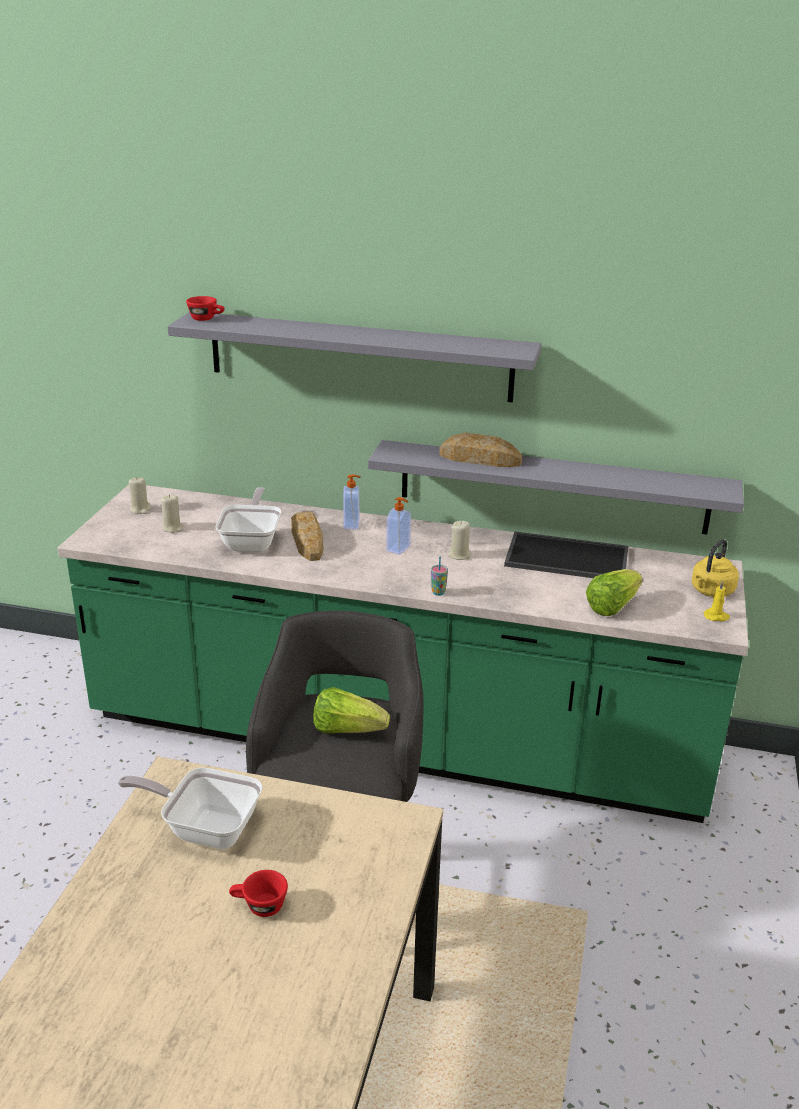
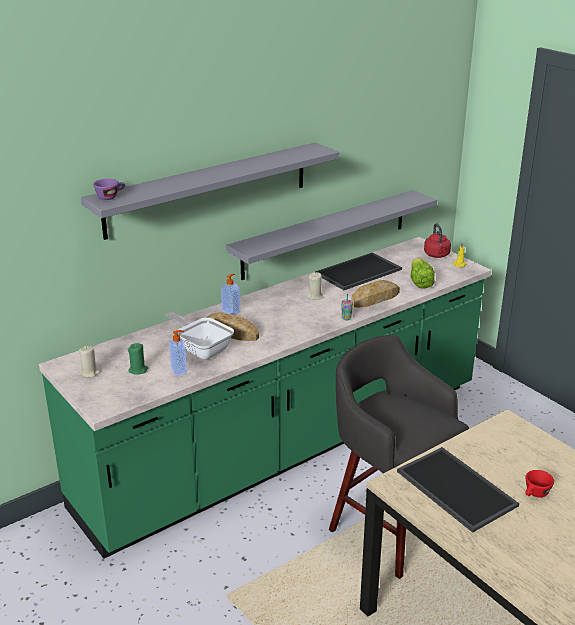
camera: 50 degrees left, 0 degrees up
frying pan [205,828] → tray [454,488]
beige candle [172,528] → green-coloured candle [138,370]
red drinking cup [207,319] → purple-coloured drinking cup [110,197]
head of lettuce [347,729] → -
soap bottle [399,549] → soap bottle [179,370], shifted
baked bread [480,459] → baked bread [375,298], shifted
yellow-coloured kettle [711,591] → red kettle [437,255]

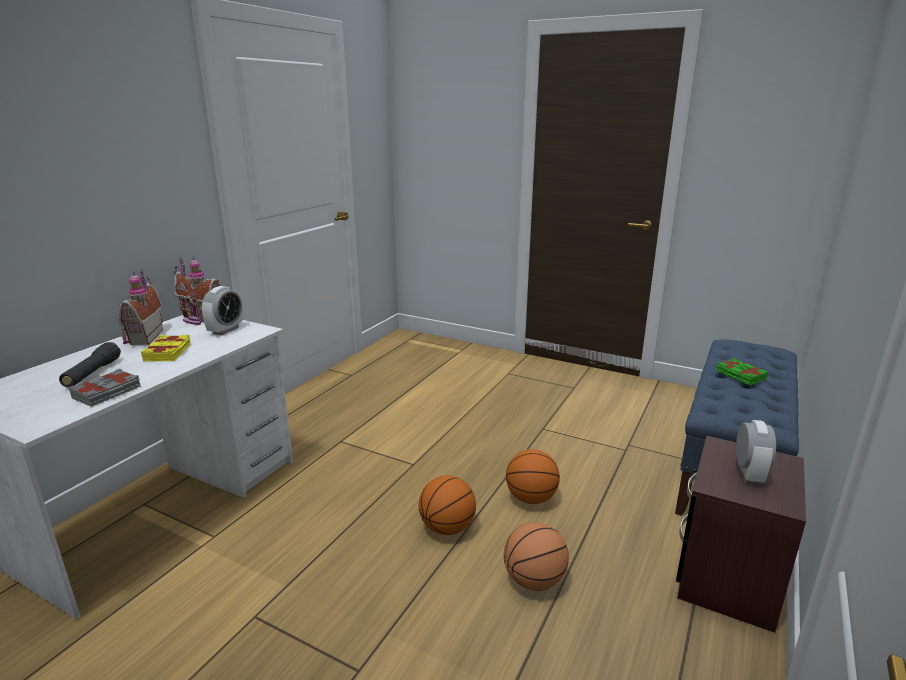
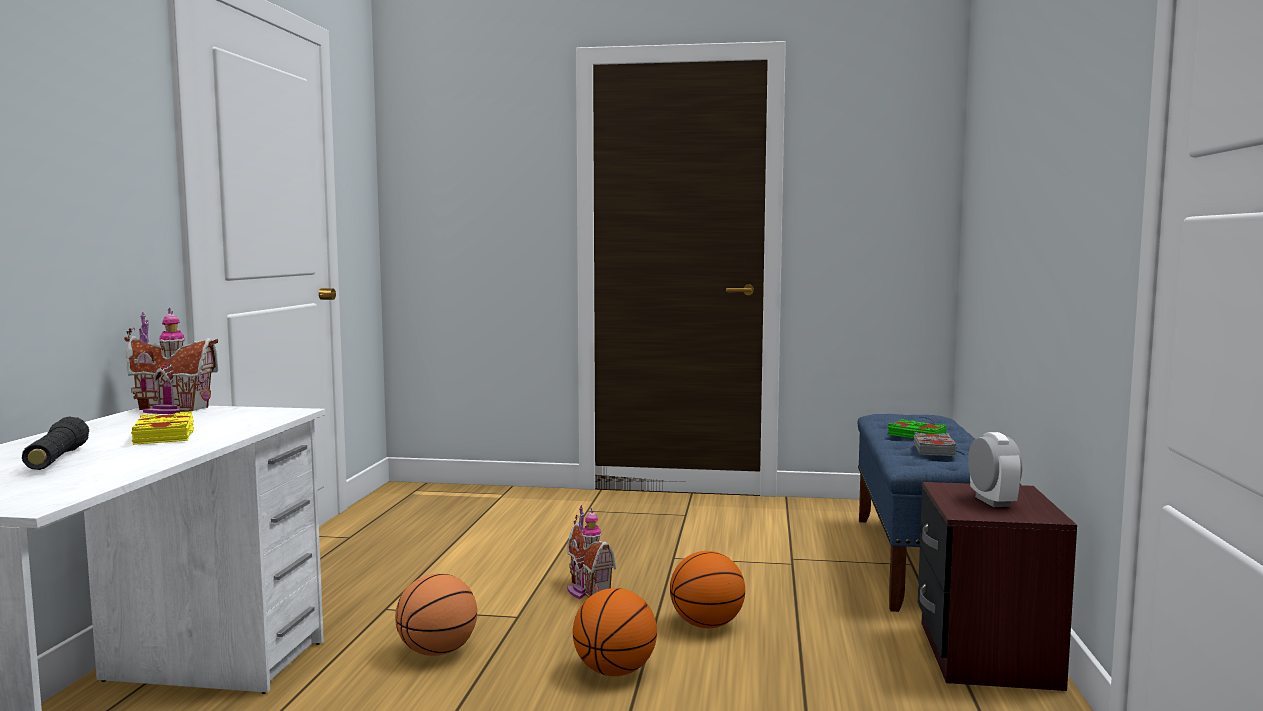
camera: 20 degrees left, 15 degrees down
gray bound book [107,392] → gray bound book [935,450], shifted
miniature house [142,338] → miniature house [586,590], shifted
table clock [225,330] → -
basketball ball [534,580] → basketball ball [437,652], shifted

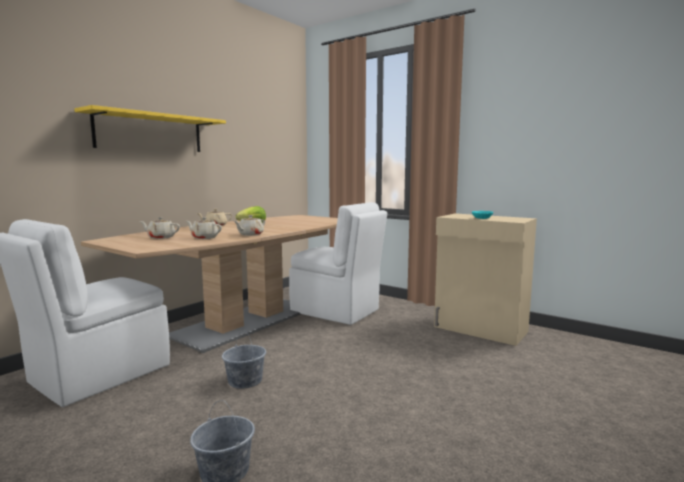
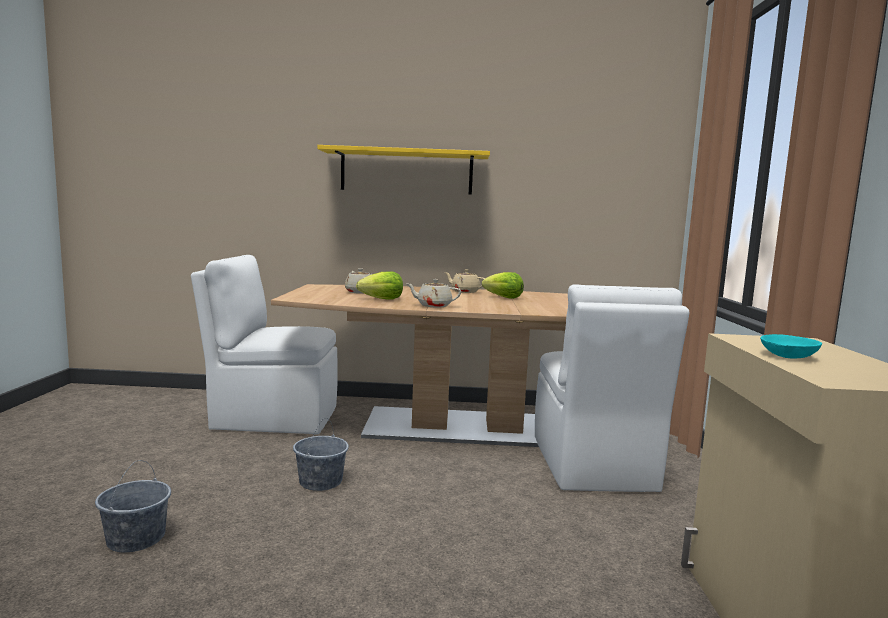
camera: 55 degrees right, 0 degrees up
beige tea pot [204,238] → head of lettuce [382,299]

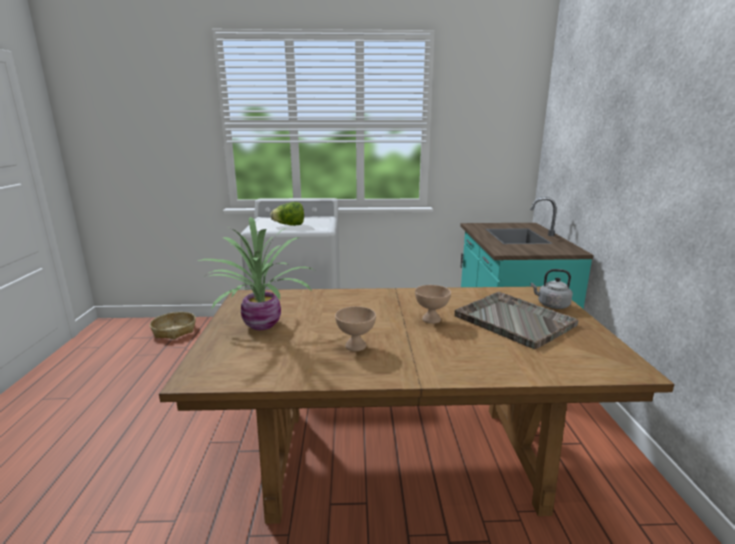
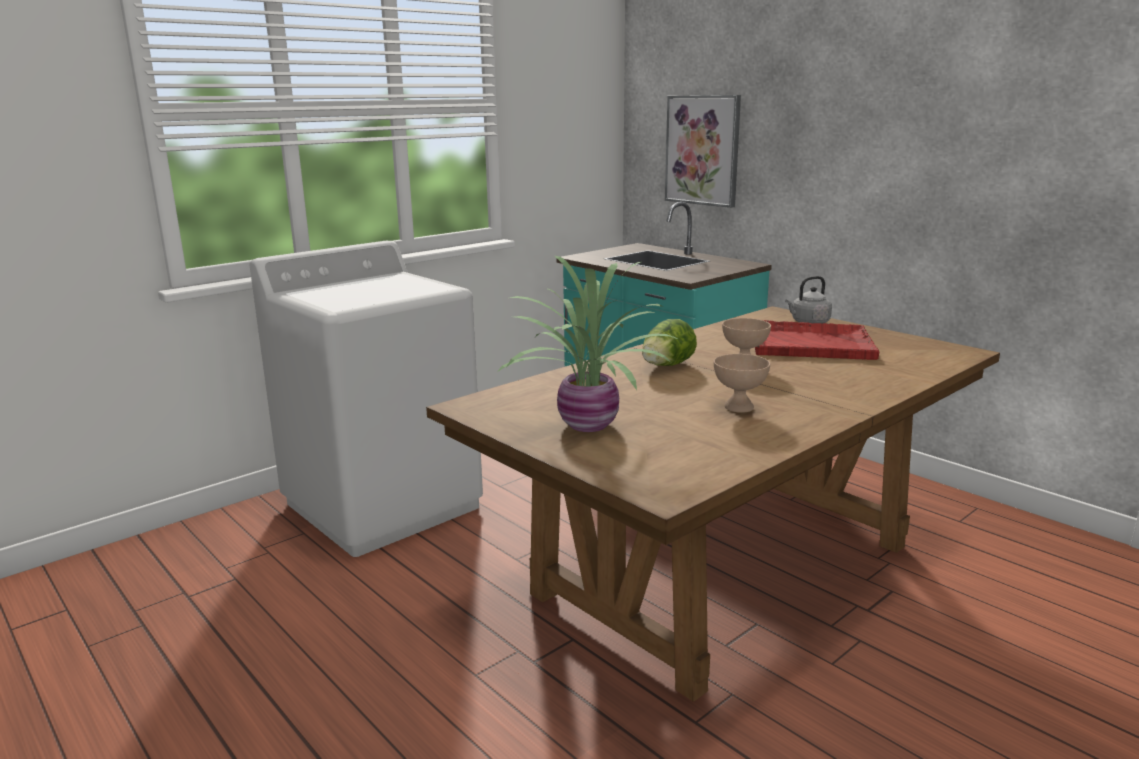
camera: 40 degrees left, 0 degrees up
household basket [174,331] → -
head of lettuce [289,225] → head of lettuce [666,366], shifted
gray tray [513,320] → red tray [809,343]
- → wall picture [703,150]

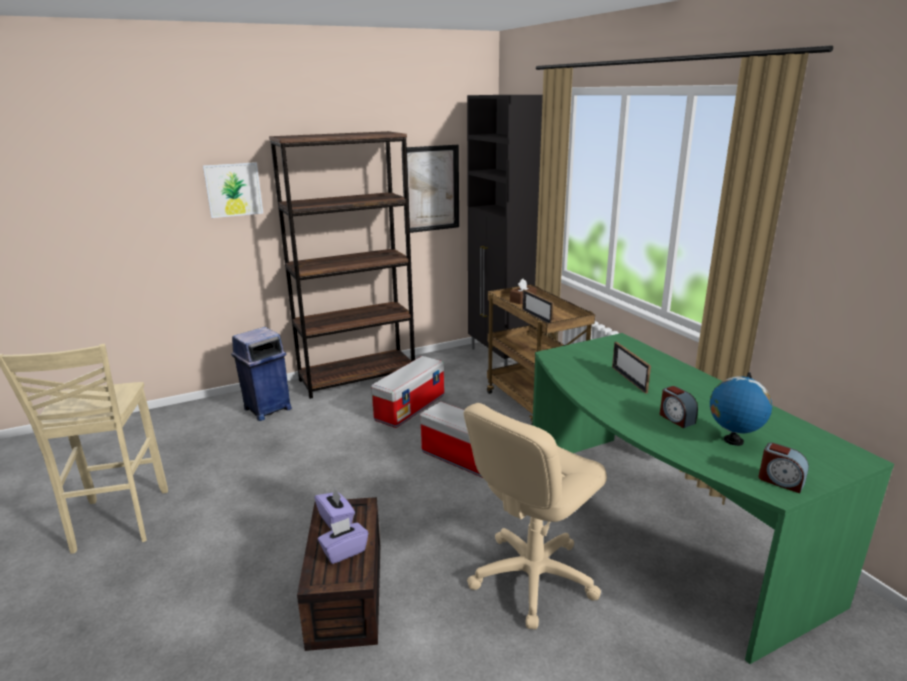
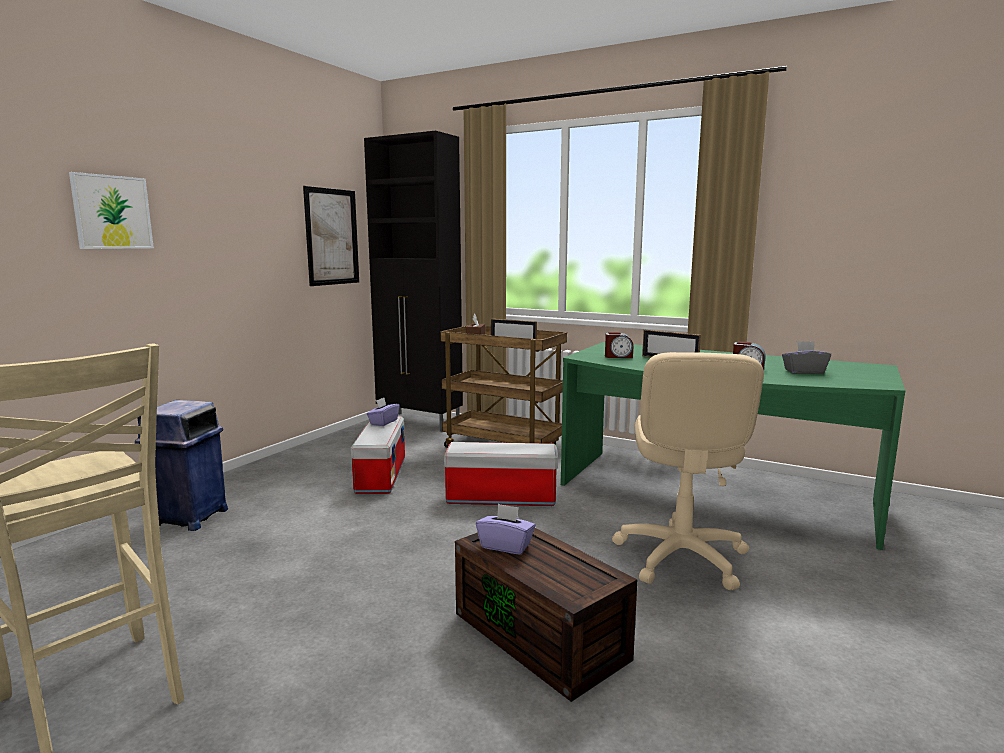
camera: 35 degrees left, 10 degrees down
brownish shelving unit [358,377] → -
purple-coloured tissue holder [344,551] → purple-coloured tissue holder [383,422], shifted
globe [733,441] → gray tissue holder [804,371]
table clock [780,481] → table clock [618,356], shifted

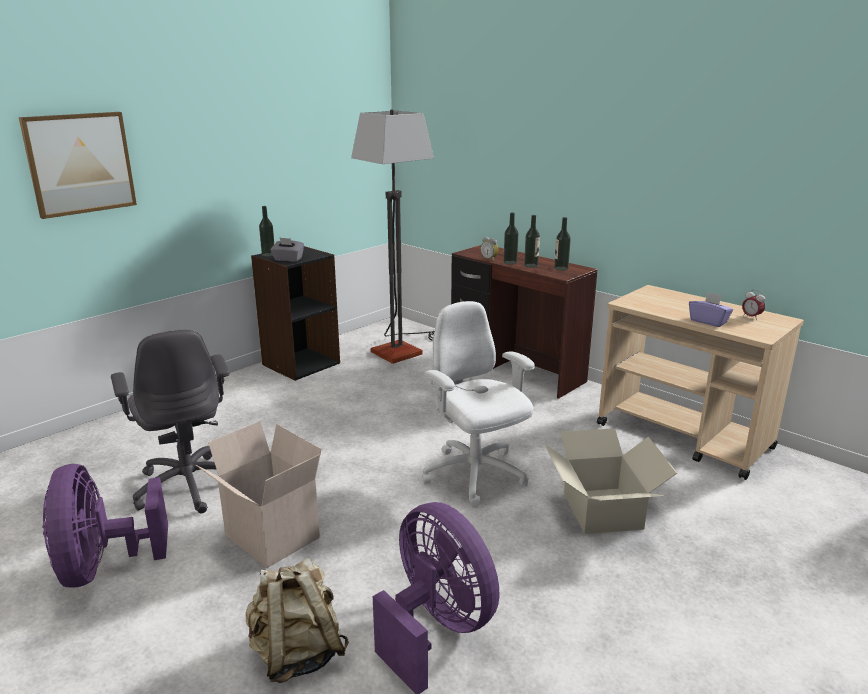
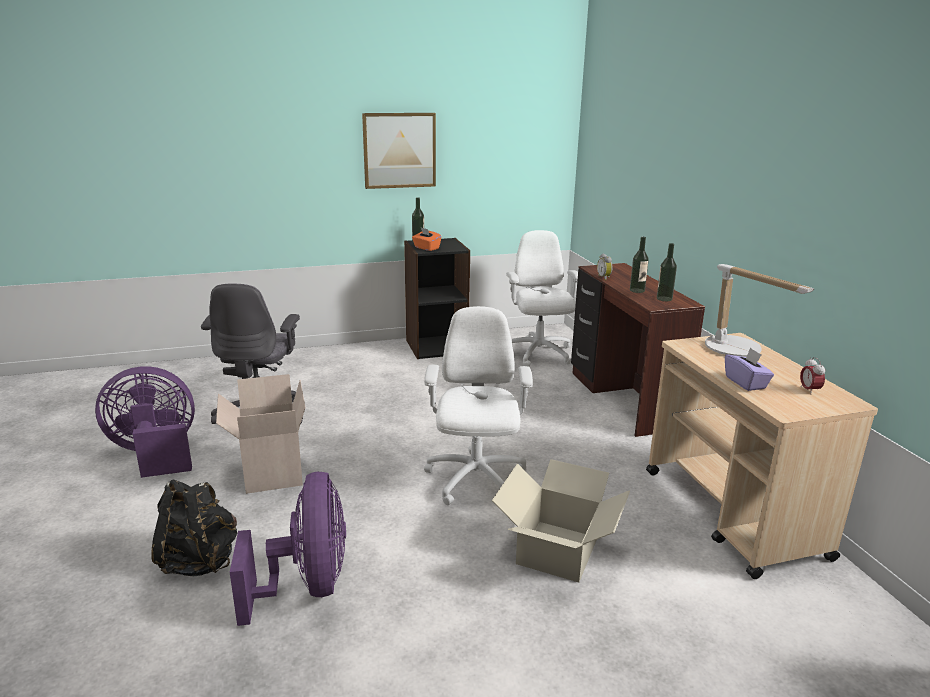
camera: 30 degrees right, 0 degrees up
wall picture [80,163] → wall picture [399,150], shifted
purple-coloured cooling fan [103,567] → purple-coloured cooling fan [155,454], 60 degrees clockwise
beige rucksack [297,654] → black-coloured rucksack [199,560]
gray tissue holder [288,259] → orange-coloured tissue holder [426,248]
standing lamp [404,348] → whitish desk chair [538,354]
drink bottle [510,262] → -
- → tabletop lamp [738,351]

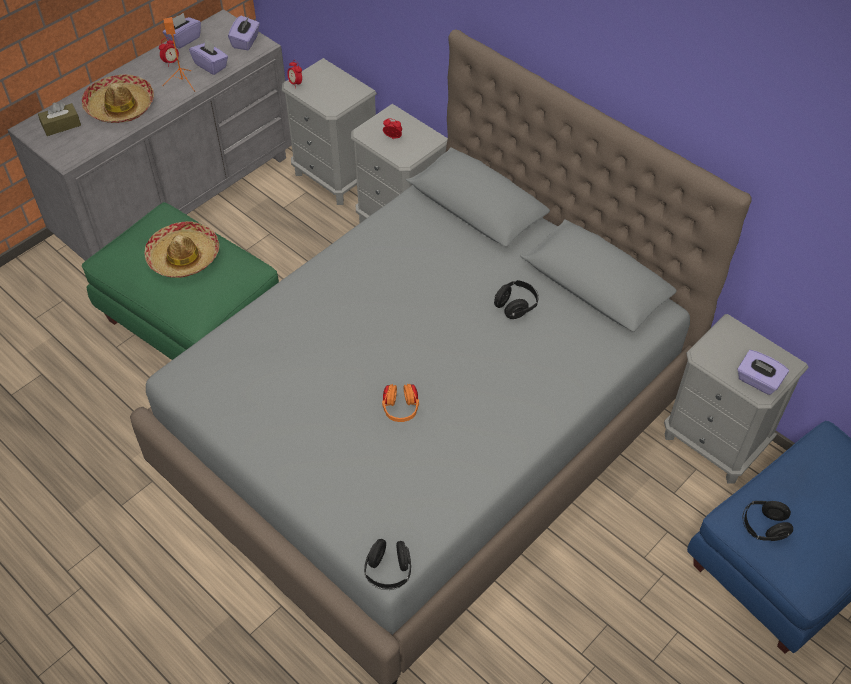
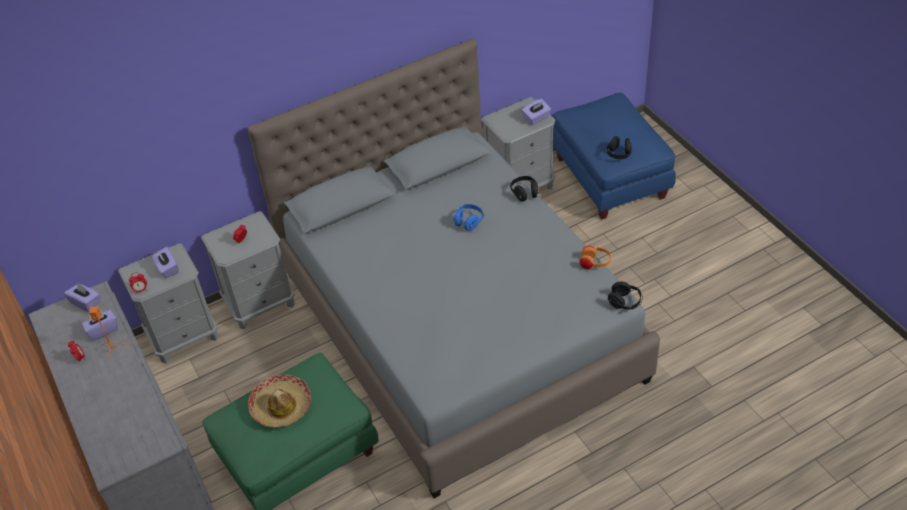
camera: 70 degrees left, 5 degrees down
brownish tissue holder [61,125] → -
hat [120,106] → -
purple-coloured tissue holder [184,39] → purple-coloured tissue holder [167,269], shifted
orange-coloured headphones [400,409] → orange-coloured headphones [594,263], shifted
black-coloured headphones [516,306] → black-coloured headphones [524,193], shifted
- → blue headphones [469,222]

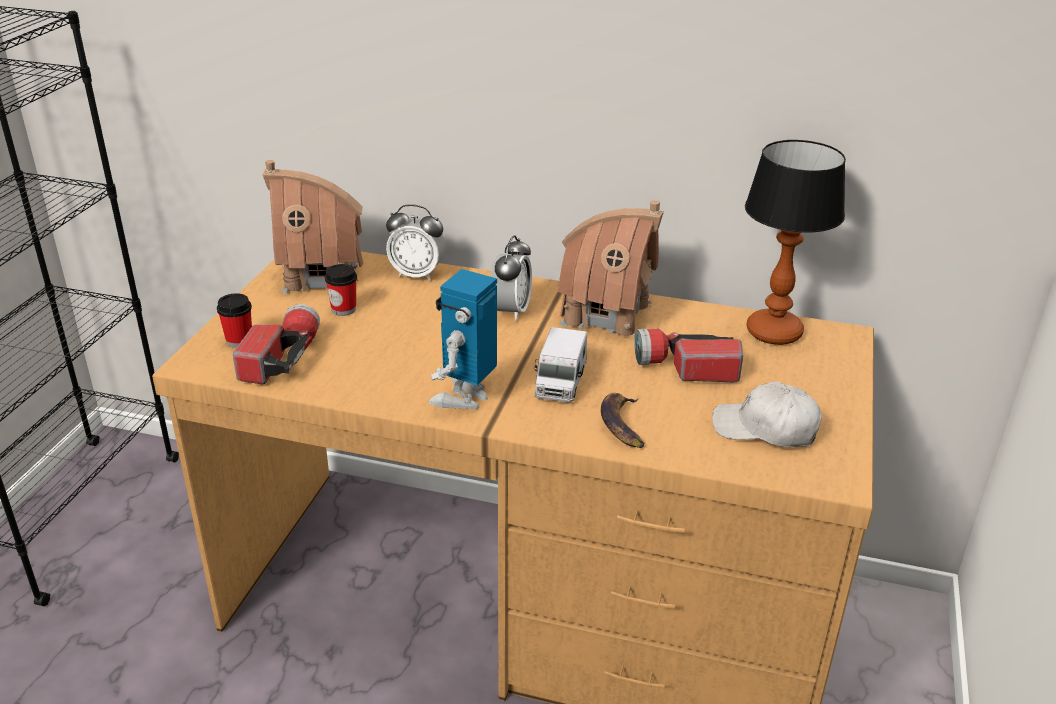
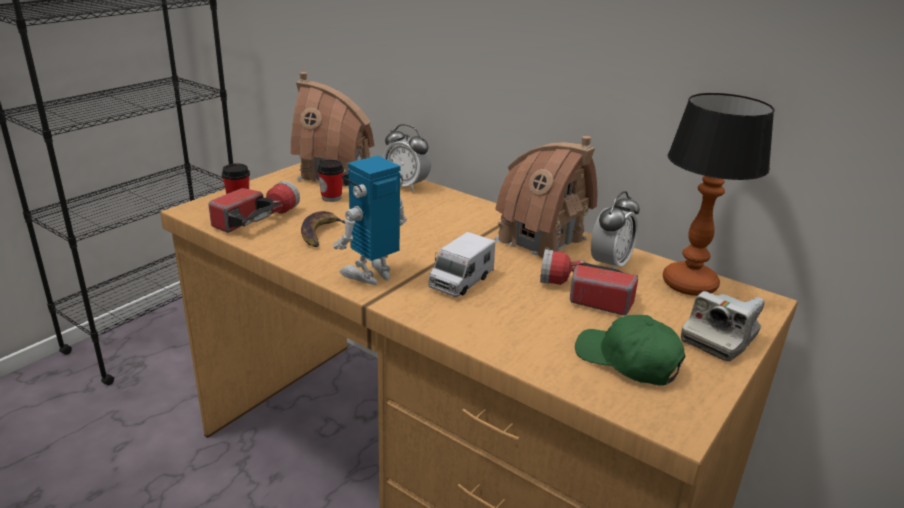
camera: 20 degrees right, 5 degrees down
table clock [511,311] → table clock [610,264], shifted
banana [622,424] → banana [321,233], shifted
whitish baseball cap [765,429] → green-coloured baseball cap [628,361]
- → still camera [719,338]

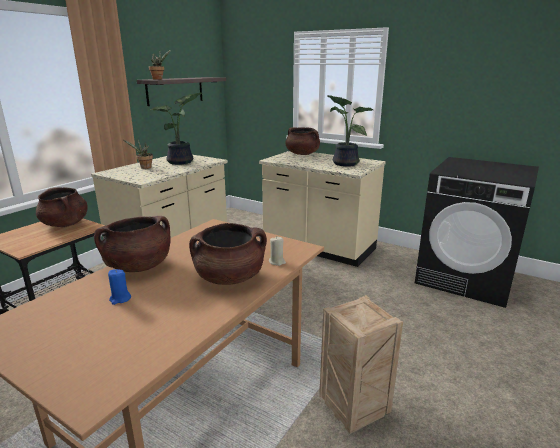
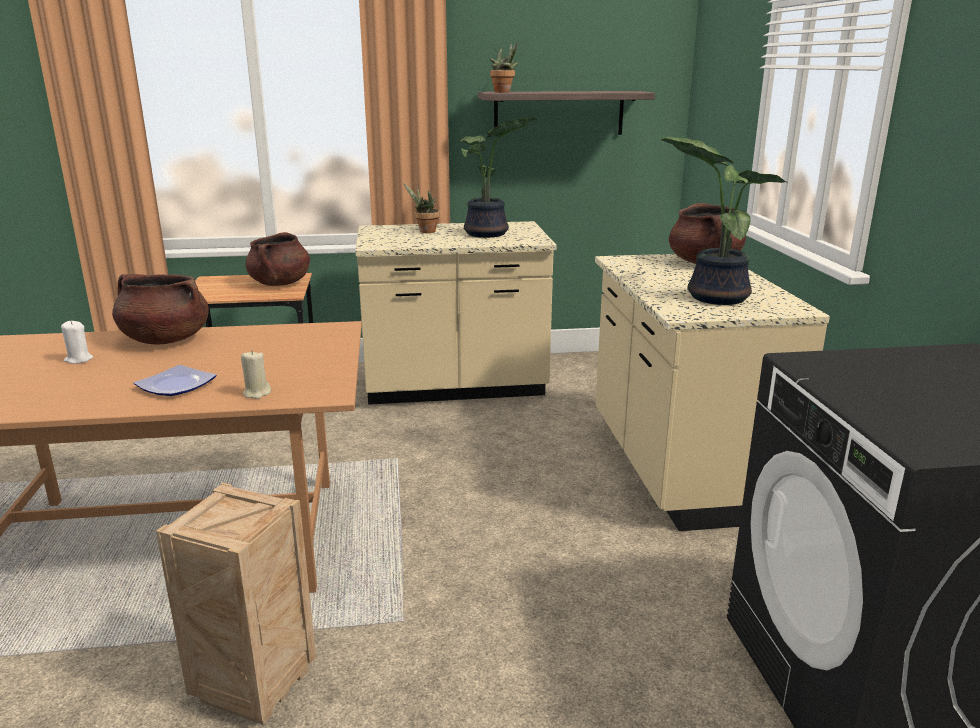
camera: 50 degrees right, 0 degrees up
blue candle [120,299] → whitish candle [78,360]
brownish stockpot [230,278] → dinner plate [178,385]

